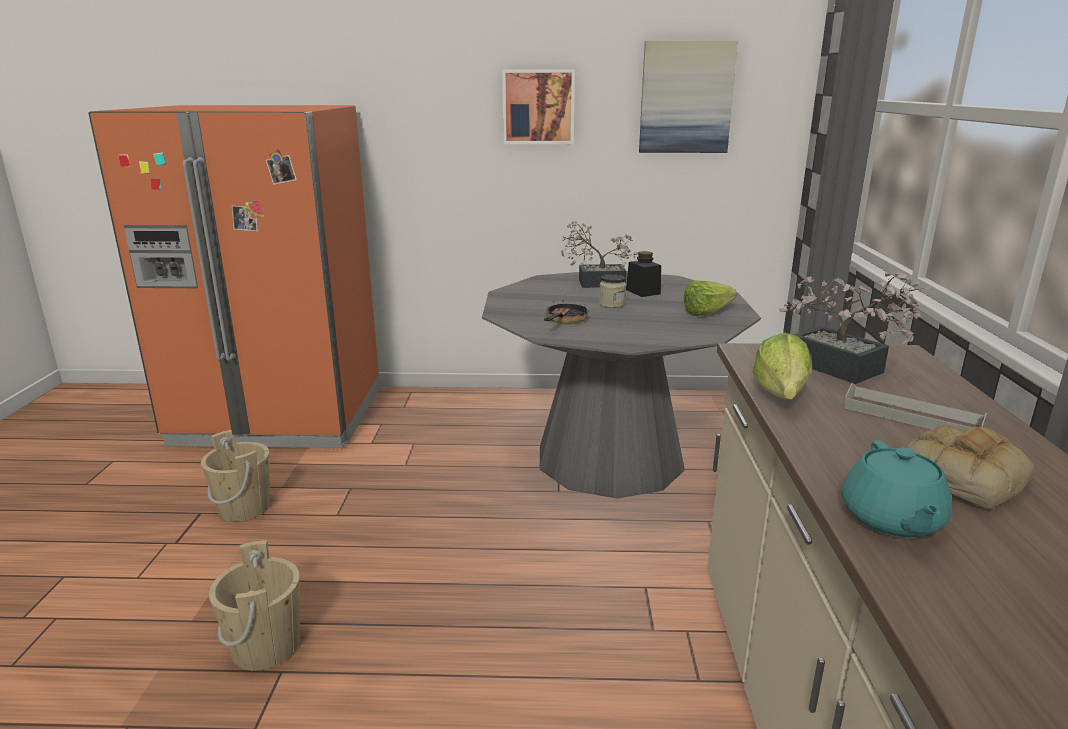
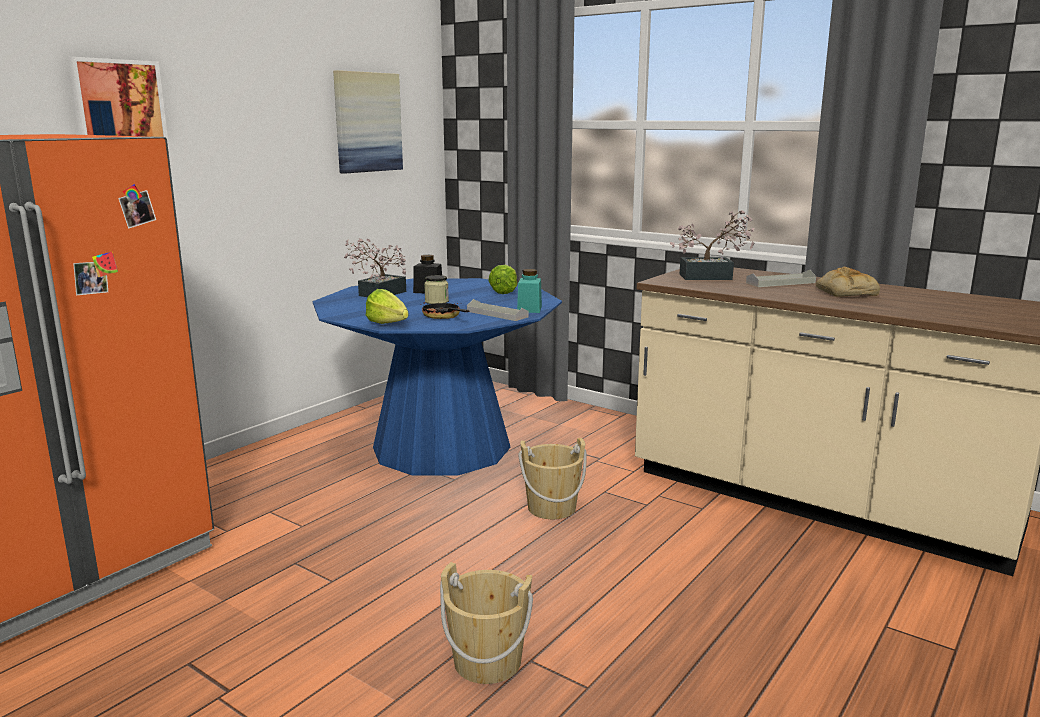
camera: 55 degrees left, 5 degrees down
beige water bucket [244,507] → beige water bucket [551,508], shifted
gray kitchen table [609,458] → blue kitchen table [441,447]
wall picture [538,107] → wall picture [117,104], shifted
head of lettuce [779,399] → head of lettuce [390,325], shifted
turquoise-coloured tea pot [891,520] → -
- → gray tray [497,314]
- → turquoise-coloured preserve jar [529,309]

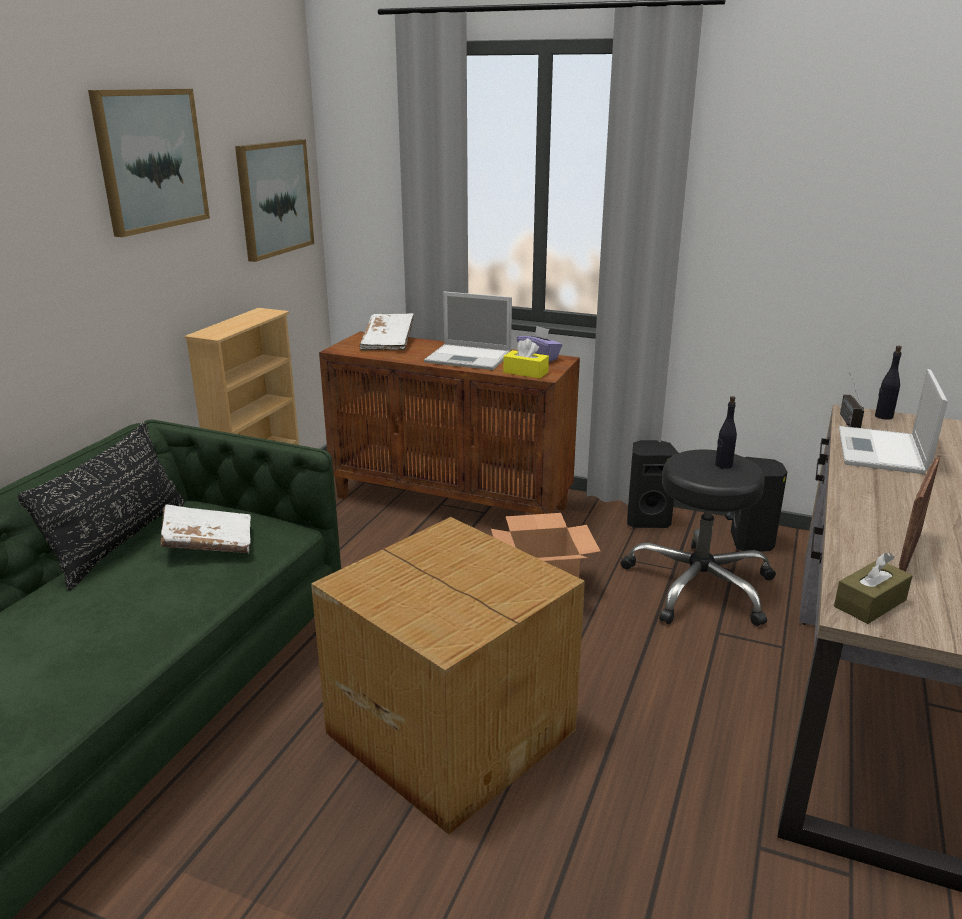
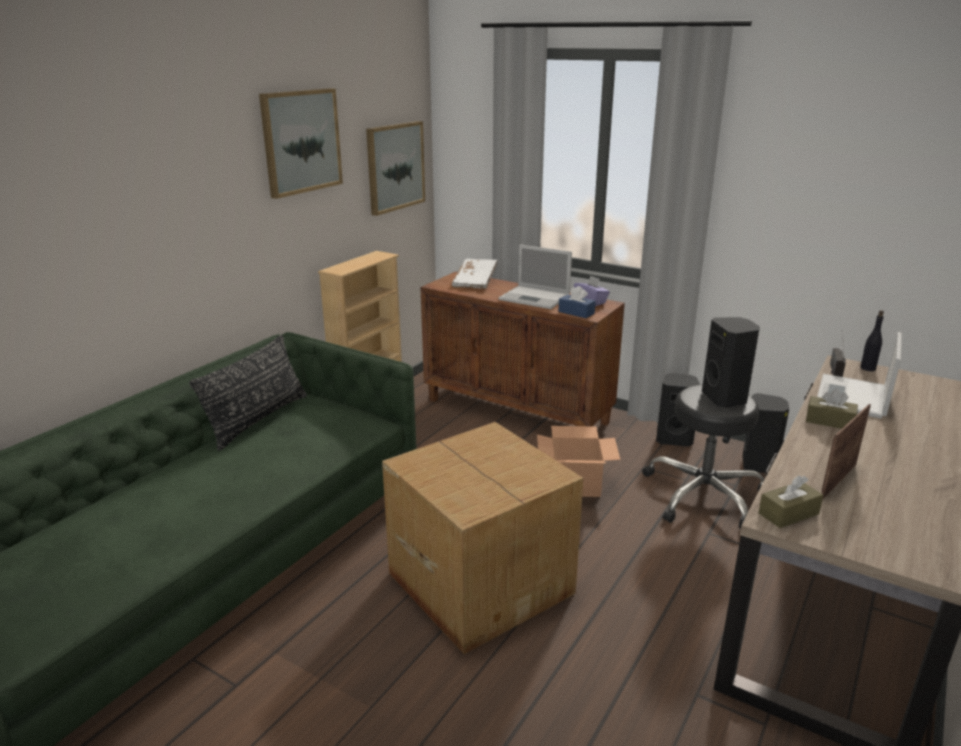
camera: 10 degrees right, 0 degrees up
whitish bound book [208,543] → -
yellow-coloured tissue holder [525,372] → blue tissue holder [576,312]
black-coloured drink bottle [723,465] → black-coloured speaker [725,398]
- → brownish tissue holder [829,421]

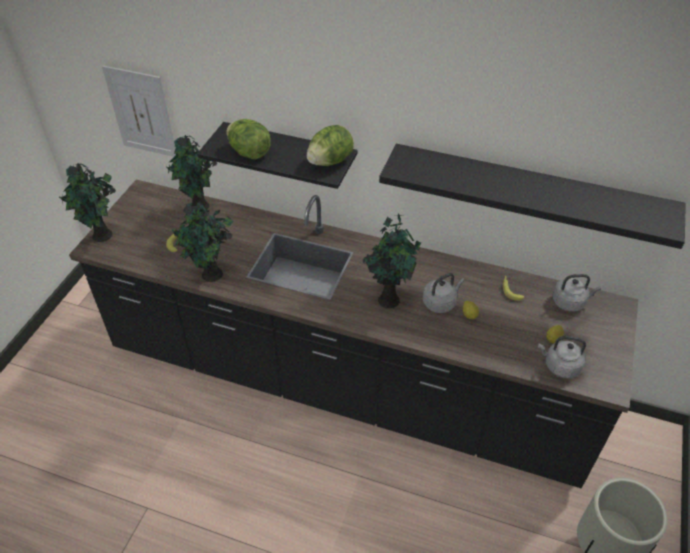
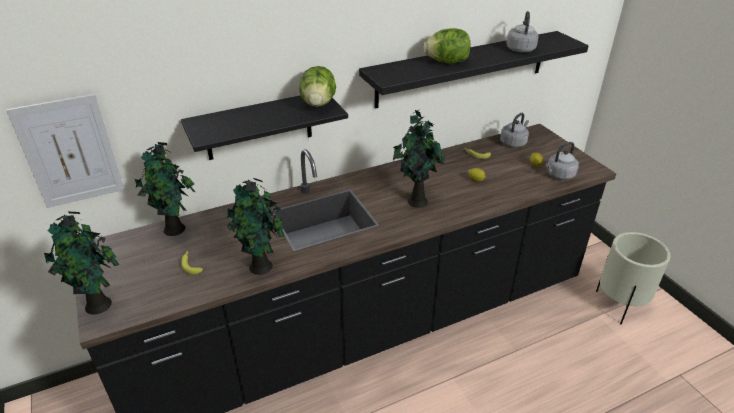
camera: 45 degrees left, 10 degrees down
head of lettuce [249,153] → head of lettuce [447,62], shifted
gray kettle [440,303] → gray kettle [520,49], shifted

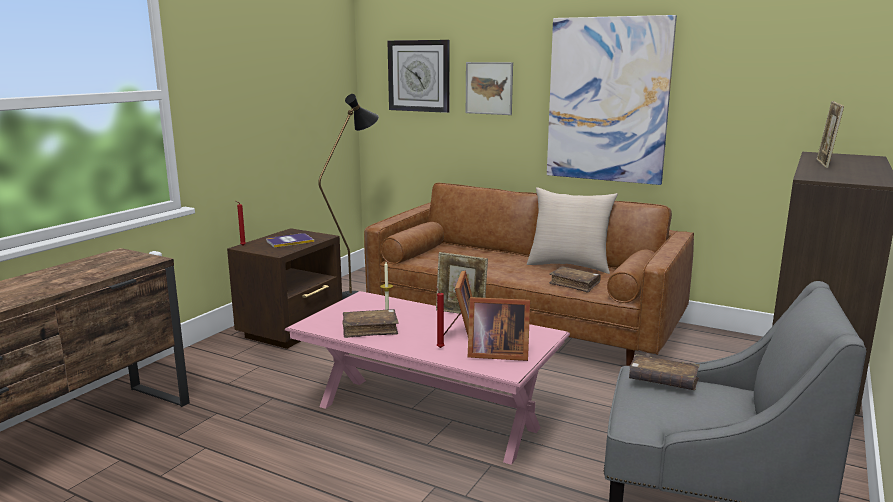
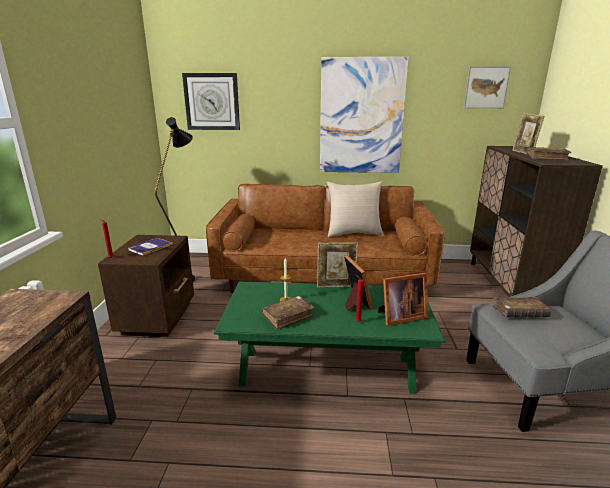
camera: 25 degrees left, 5 degrees up
pink lounge table [427,417] → green-coloured lounge table [327,370]
wall picture [489,88] → wall picture [486,87], shifted
brownish bound book [574,284] → brownish bound book [546,158], shifted

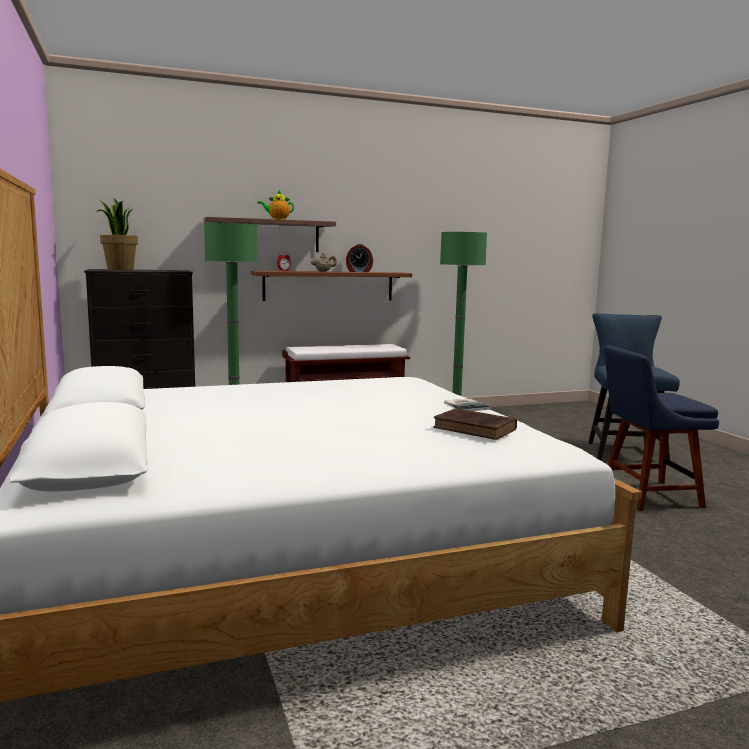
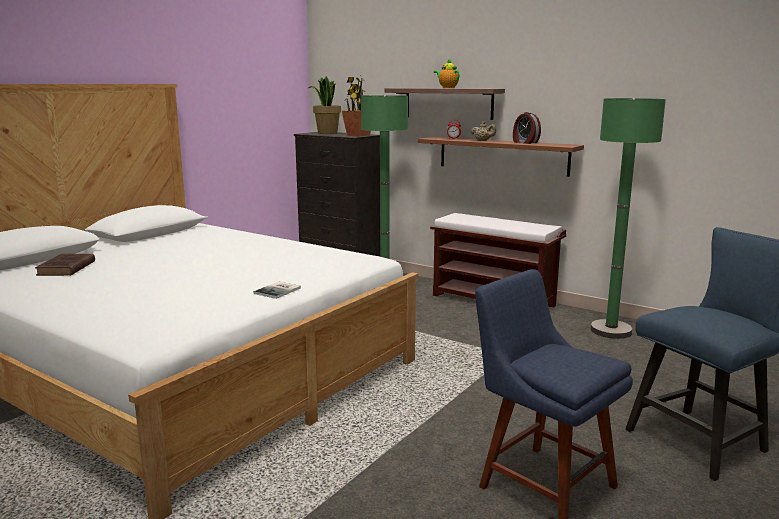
camera: 55 degrees right, 5 degrees up
brownish bound book [476,429] → brownish bound book [66,269], shifted
- → potted plant [358,135]

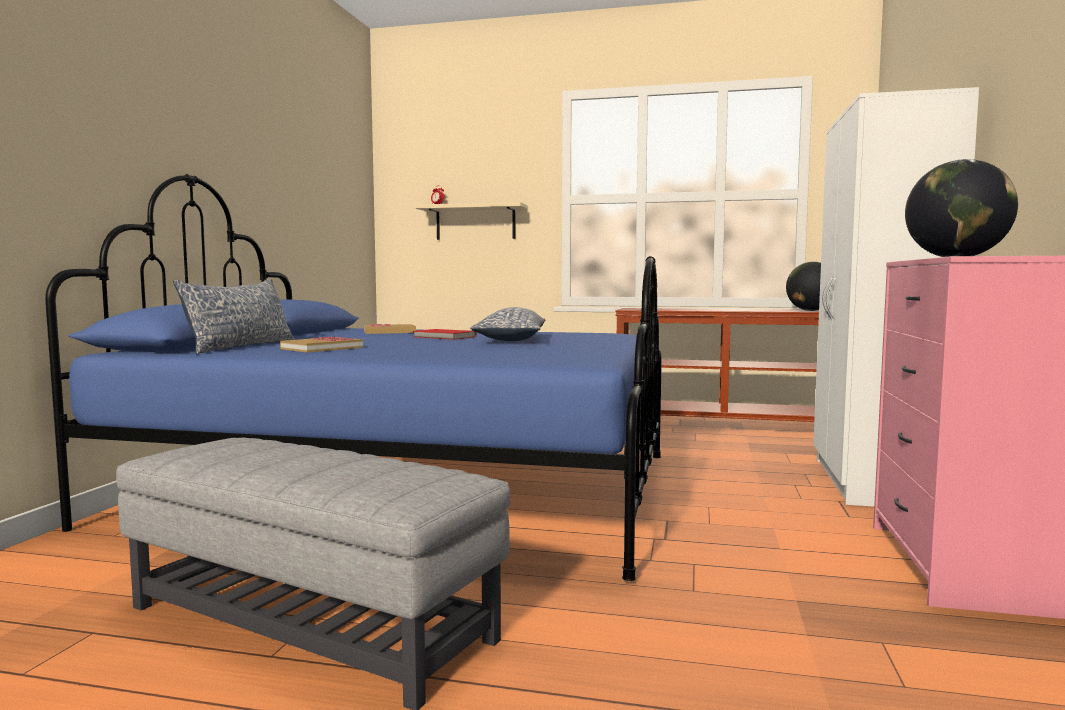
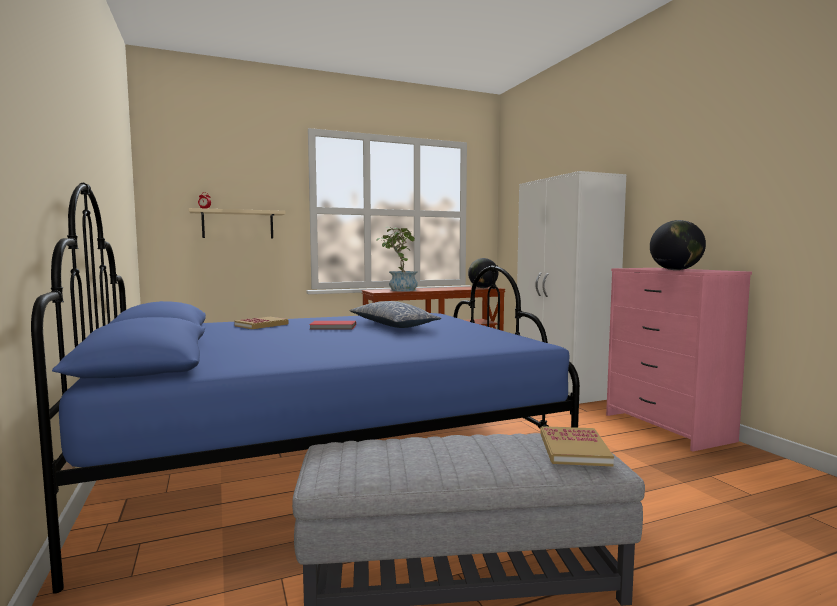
camera: 35 degrees left, 0 degrees up
throw pillow [241,346] → -
bound book [322,348] → bound book [574,449], shifted
- → potted plant [399,290]

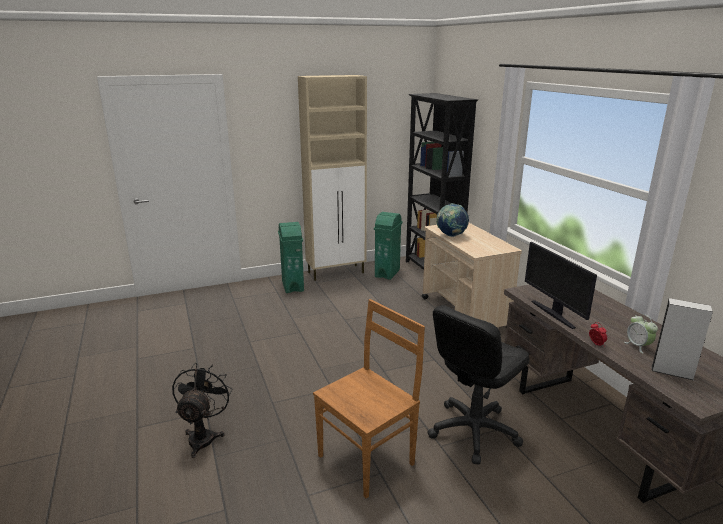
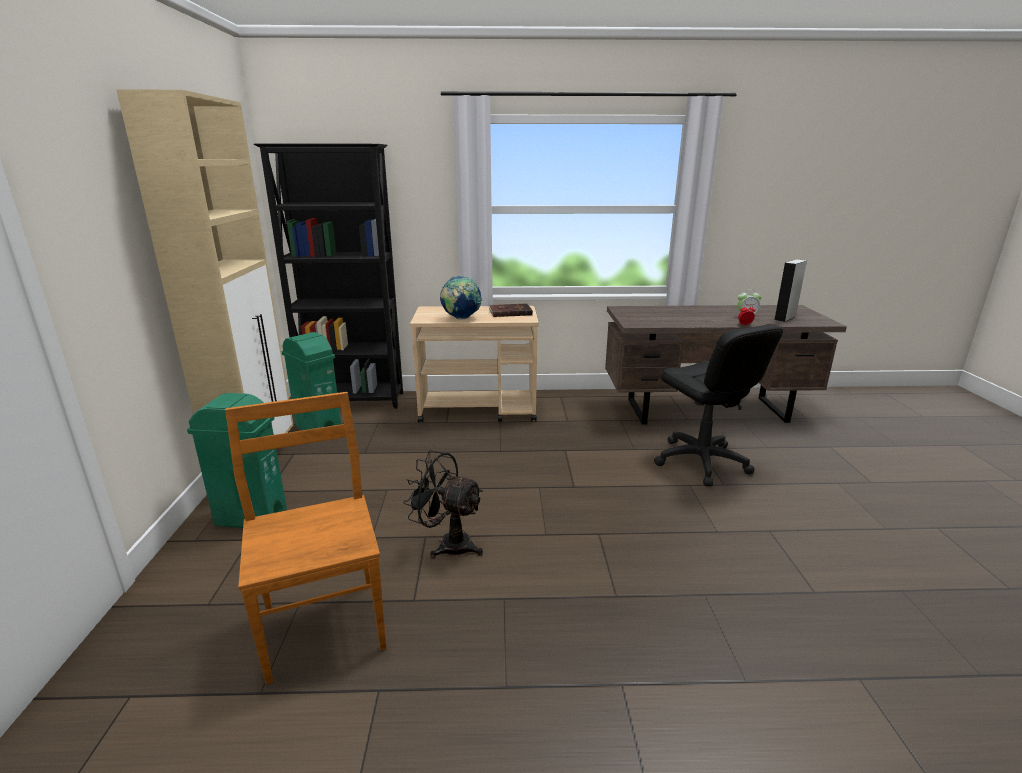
camera: 70 degrees left, 0 degrees up
black-coloured cooling fan [204,436] → black-coloured cooling fan [448,544], shifted
brownish plain chair [368,458] → brownish plain chair [324,625], shifted
monitor [554,314] → -
- → brownish bound book [510,312]

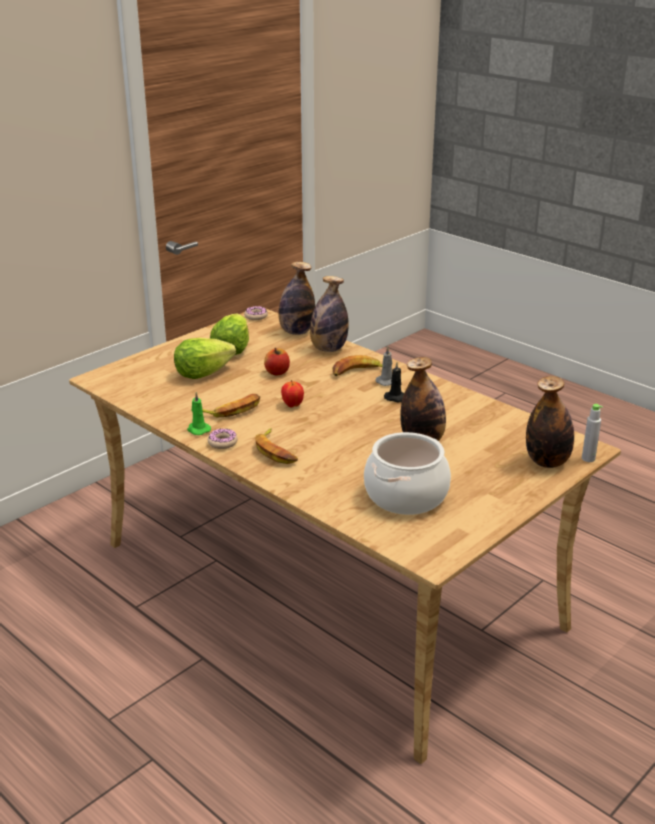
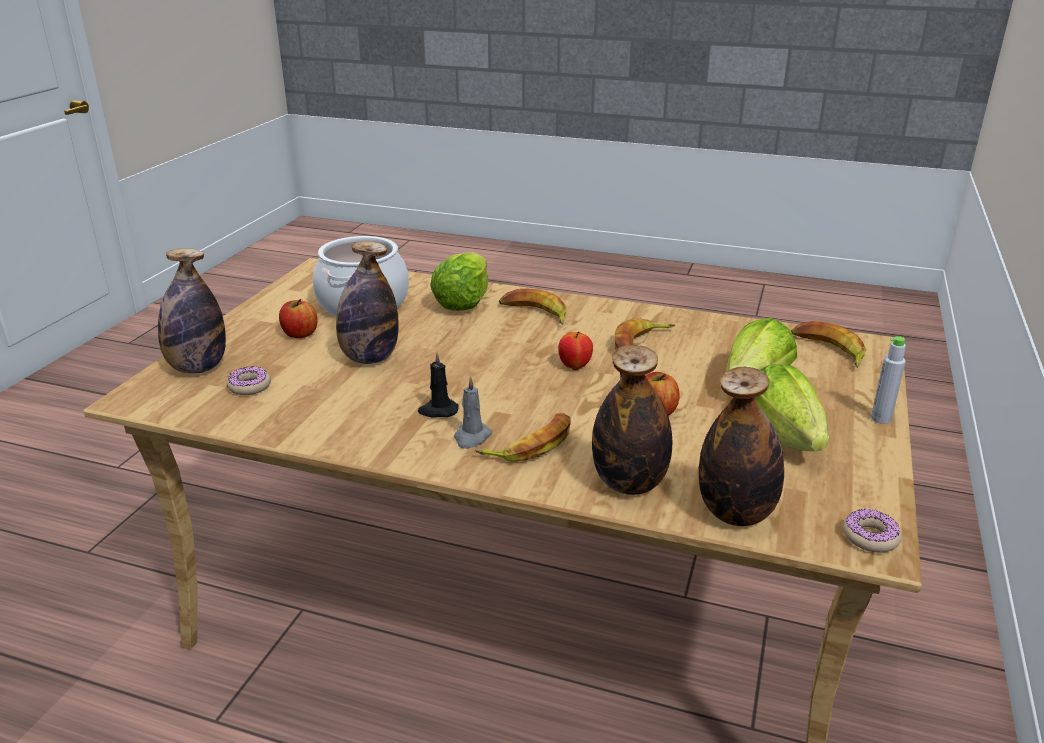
camera: 155 degrees right, 0 degrees up
green-coloured candle [198,429] → -
donut [222,443] → donut [250,386], shifted
gray drink bottle [588,458] → gray drink bottle [881,418], shifted
- → apple fruit [300,334]
- → head of lettuce [462,303]
- → banana [828,350]

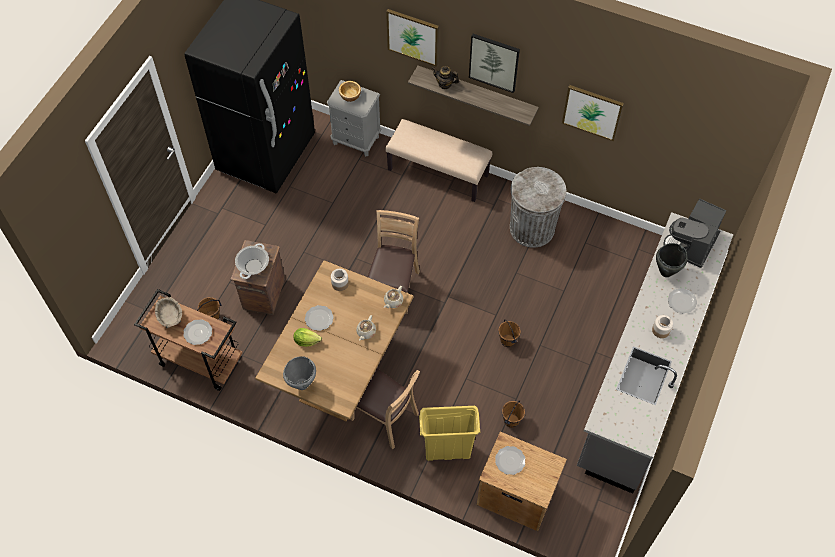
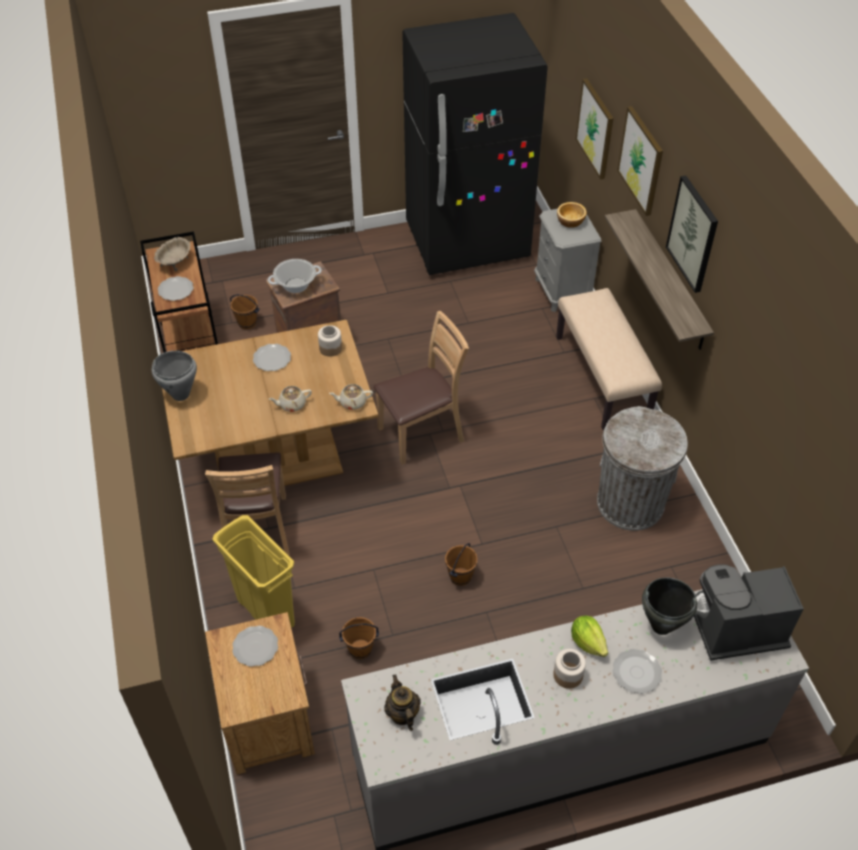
camera: 50 degrees right, 10 degrees down
head of lettuce [306,341] → head of lettuce [588,642], shifted
tea pot [445,84] → tea pot [402,714], shifted
wall picture [592,112] → wall picture [595,128], shifted

